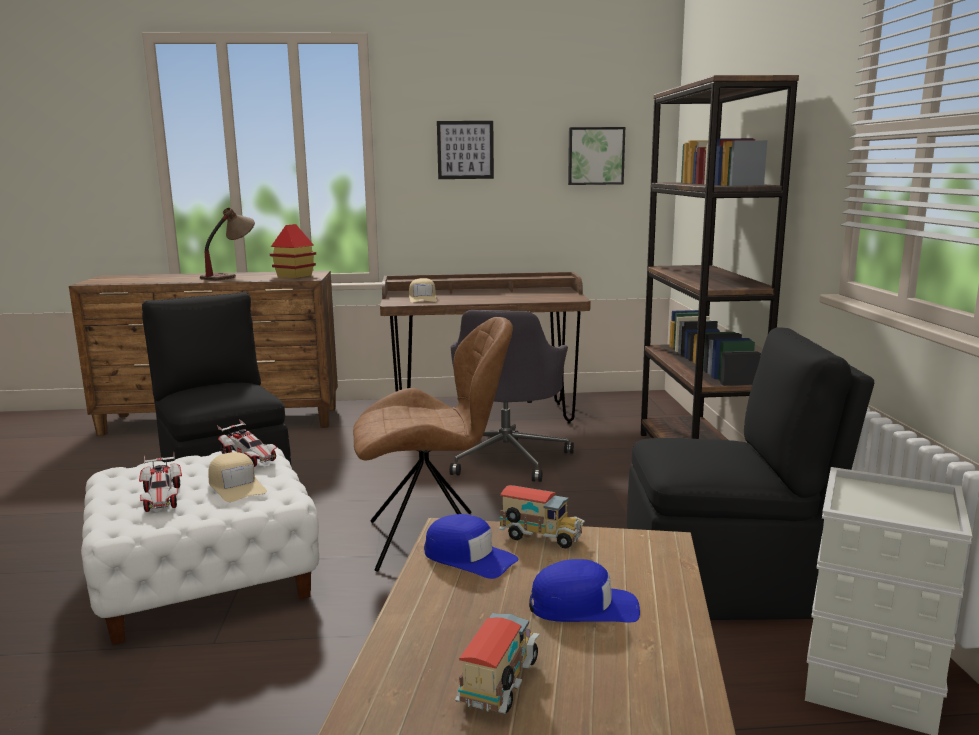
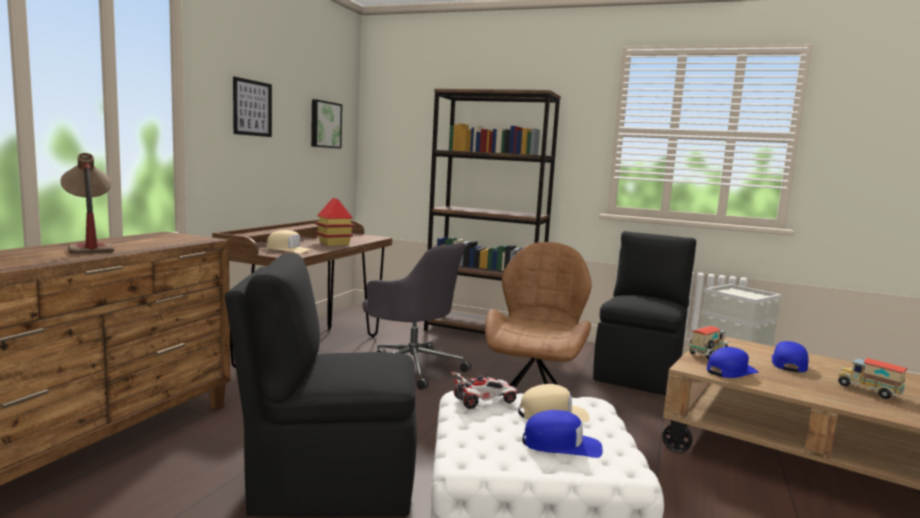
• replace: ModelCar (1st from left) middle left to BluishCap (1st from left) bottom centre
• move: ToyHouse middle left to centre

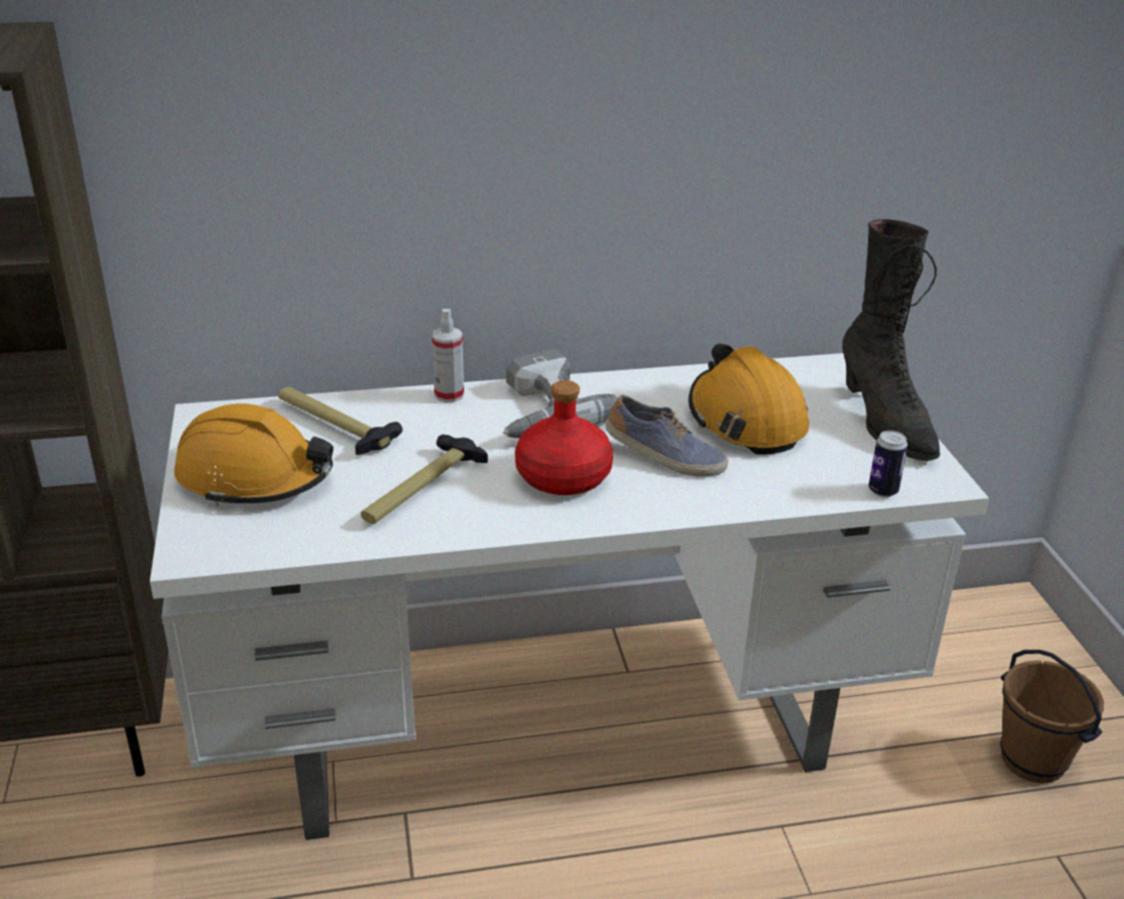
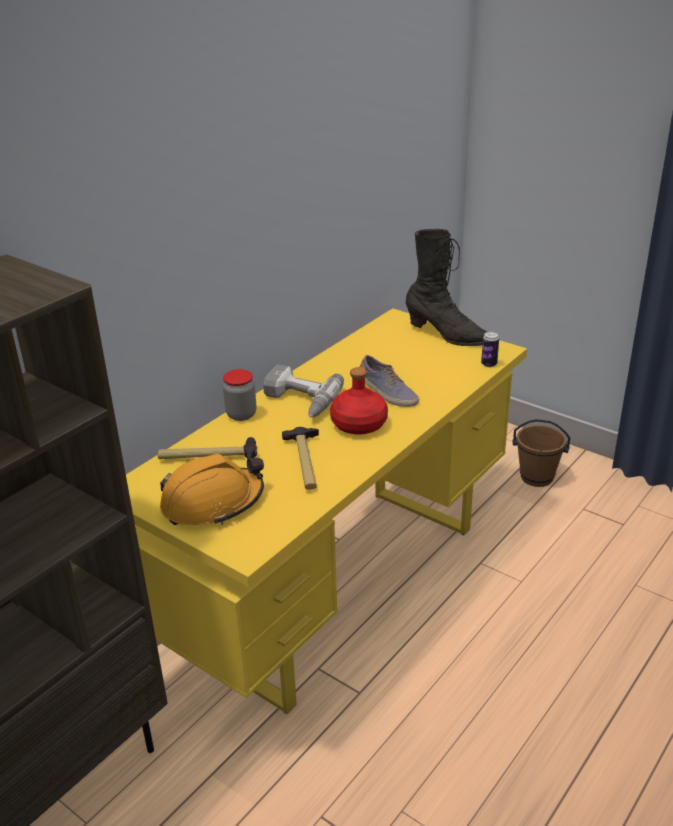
• recolor: WhiteDeskUnit centre to YellowDeskUnit centre
• replace: HandSprayer centre to Jar centre
• rotate: ItemOfFootwear centre = centre 60 degrees clockwise
• delete: OrangeWorkHelmet (2nd from left) centre

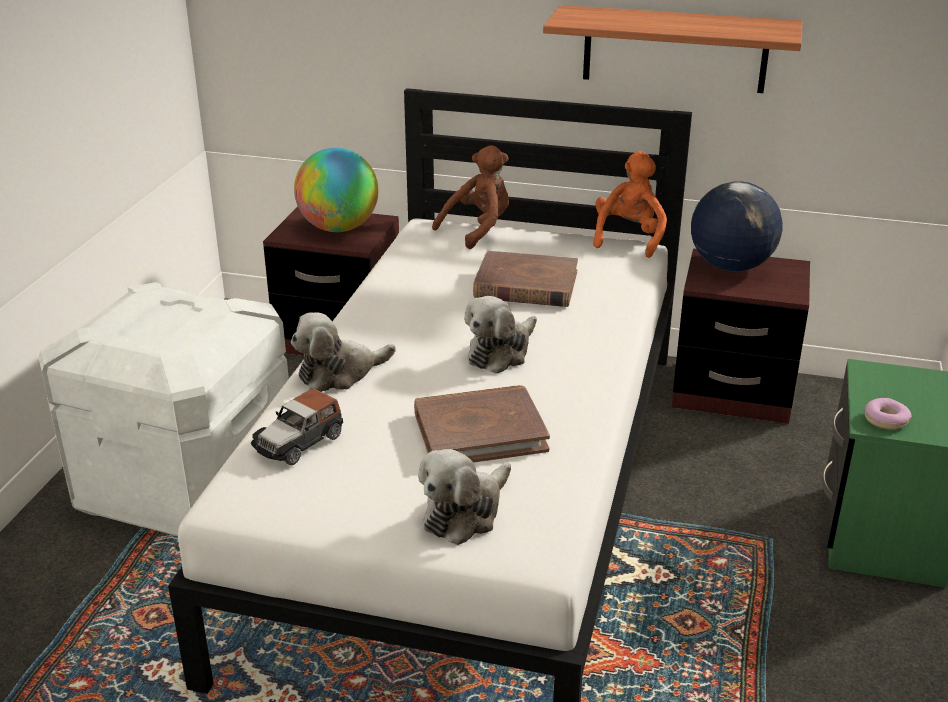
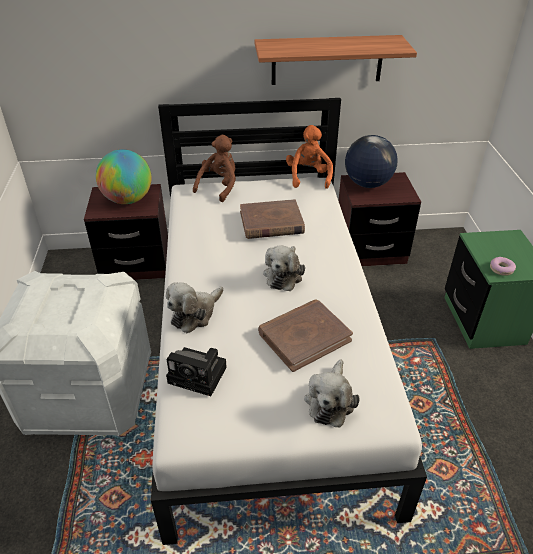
• replace: ModelCar middle left to PhotoCamera bottom centre

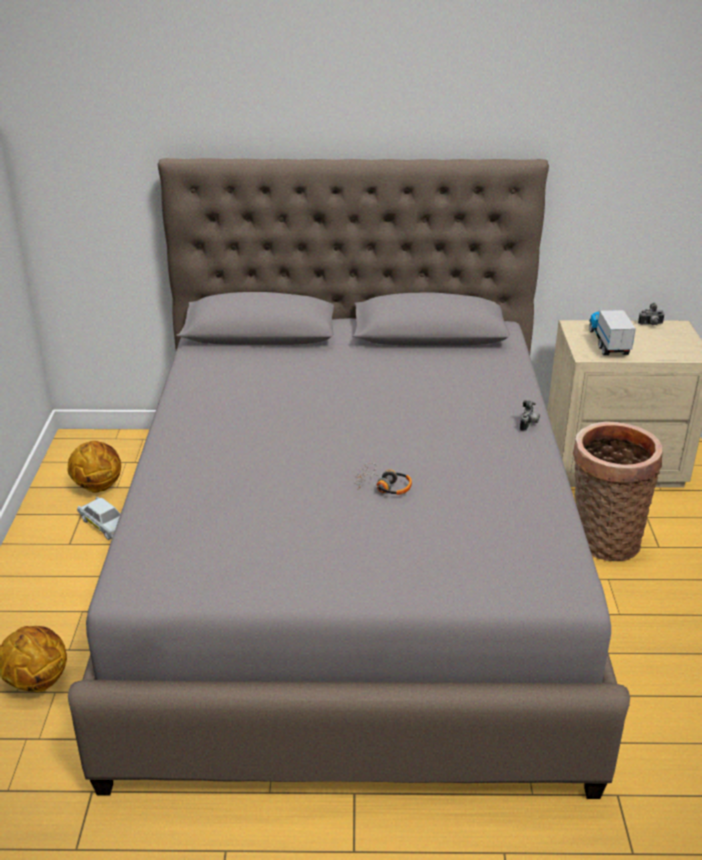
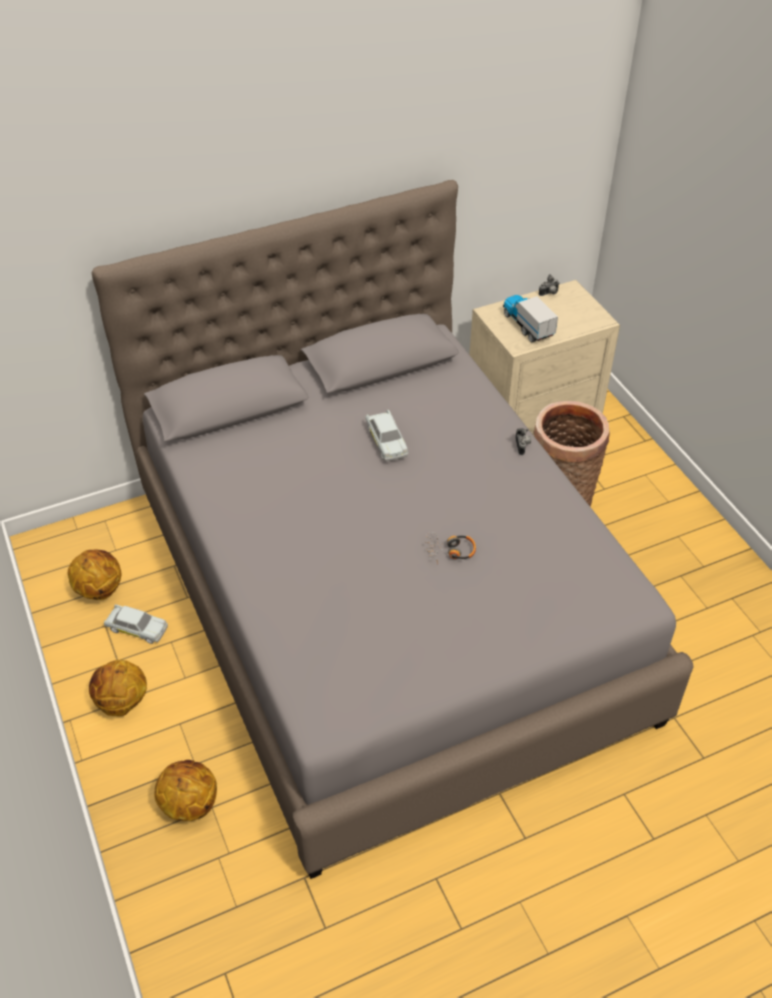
• insert: BallForBasketball (2nd from left) bottom left
• insert: WhiteModelCar (2nd from left) centre

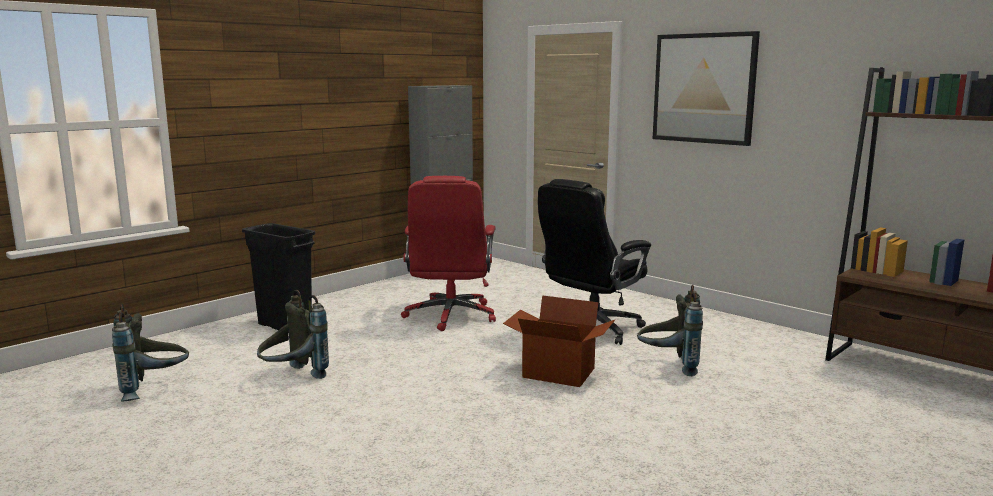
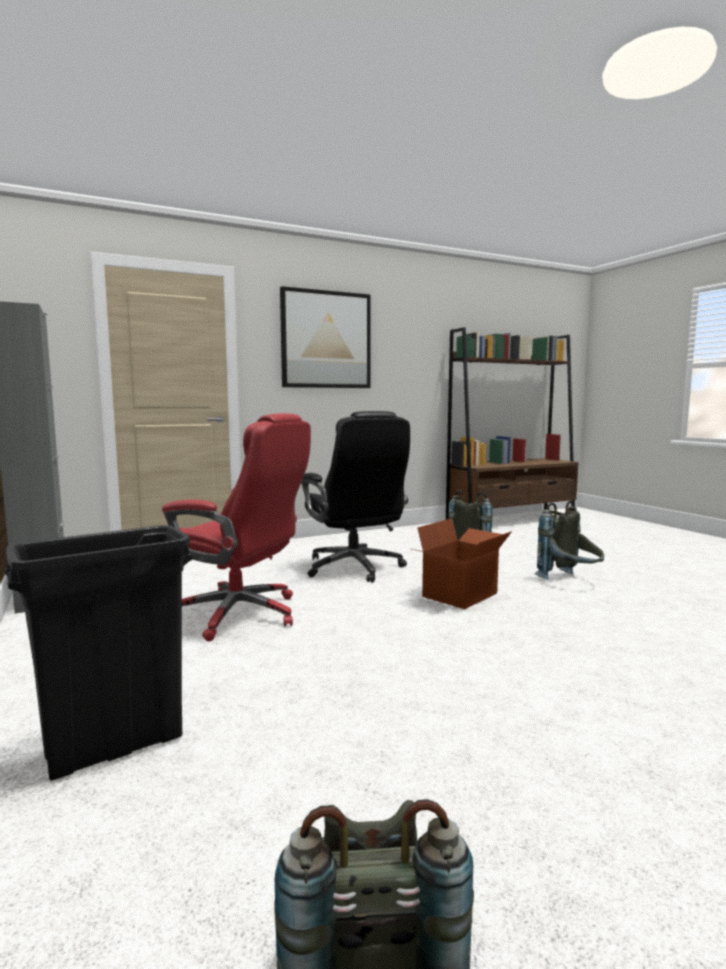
• move: GreyishRucksack (2nd from left in the first image) bottom left to GreyishRucksack (3rd from left) middle right

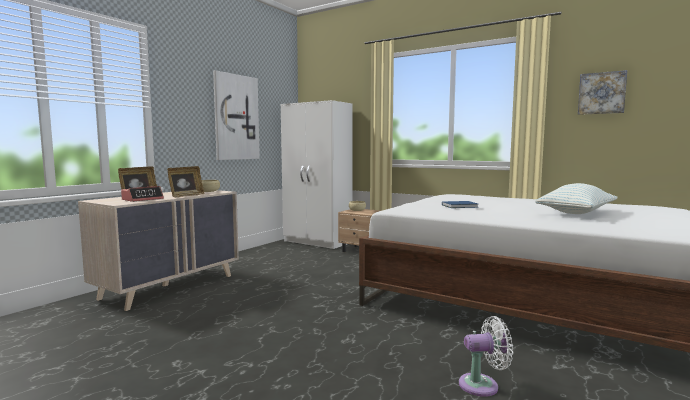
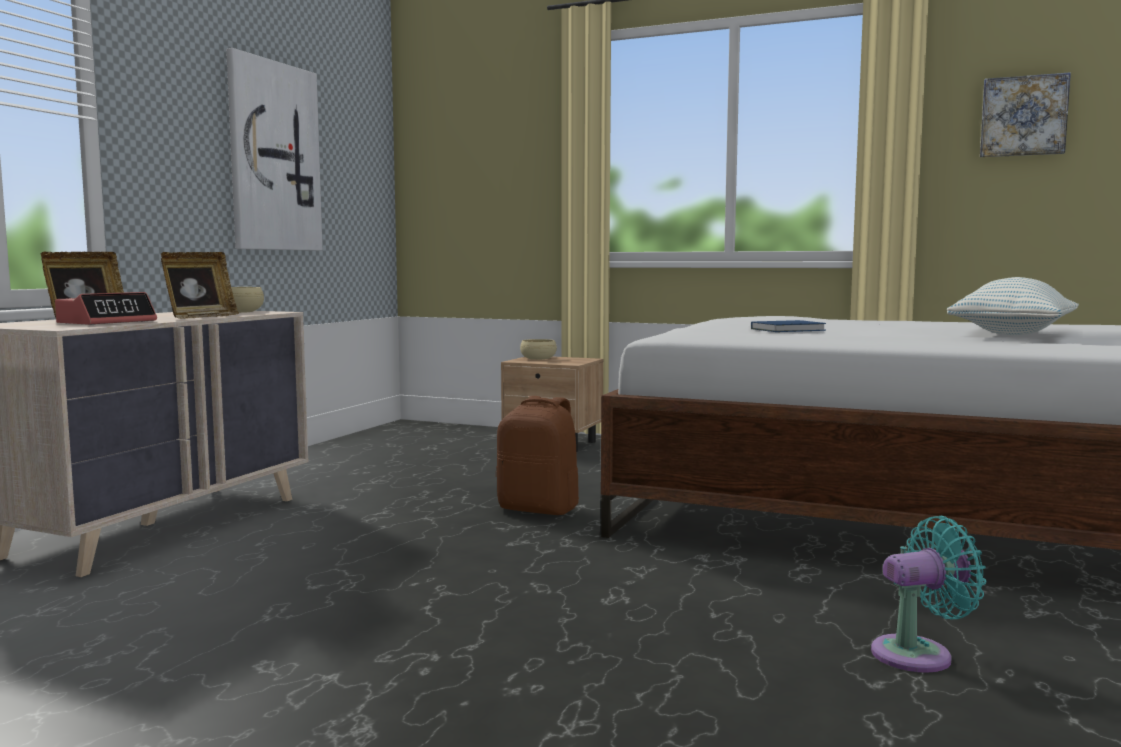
• delete: WhiteClothesCupboard centre
• recolor: WhiteElectricFan bottom right to BlueGreenElectricFan bottom right
• insert: BrownishRucksack centre

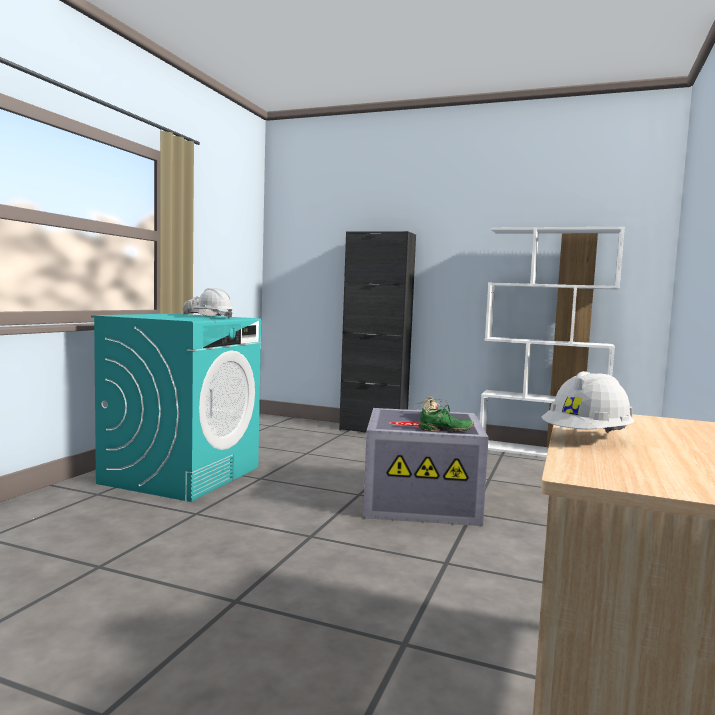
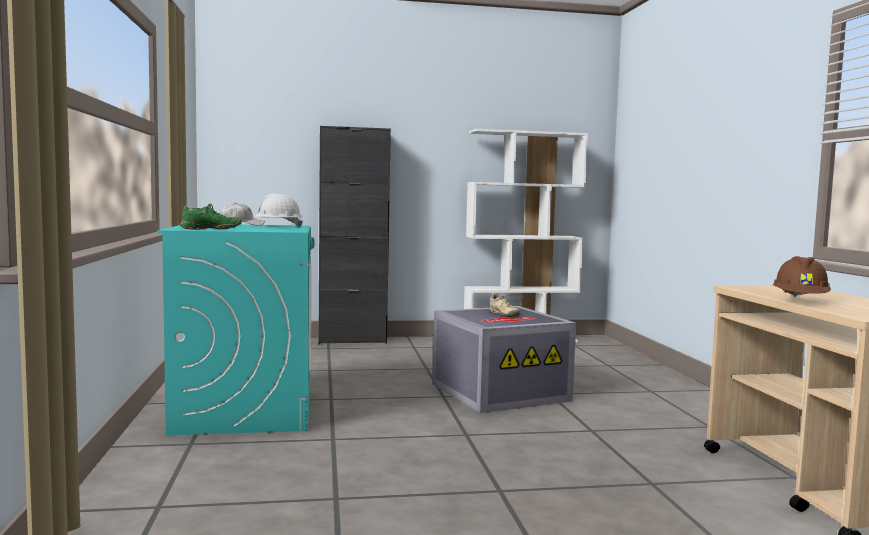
• move: GreenItemOfFootwear centre to middle left
• recolor: WhiteWorkHelmet (2nd from left) middle right to BrownishWorkHelmet middle right

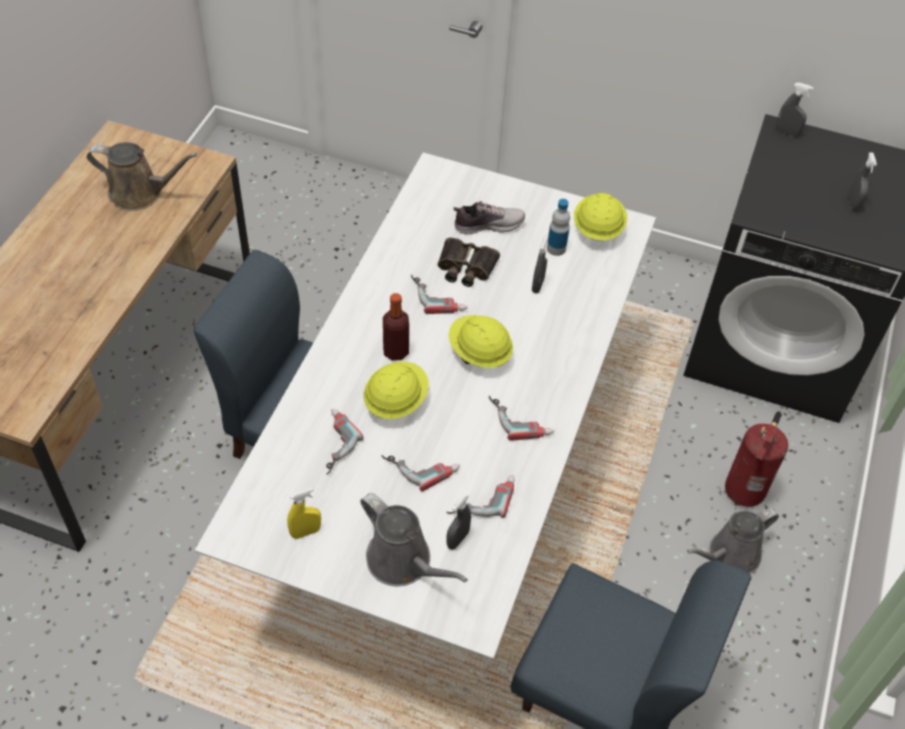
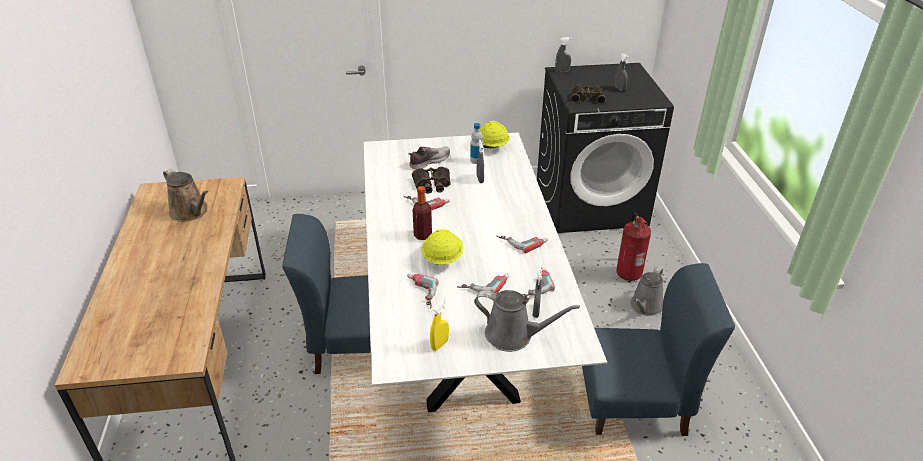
• rotate: BrownishWateringPot top left = middle left 60 degrees clockwise
• delete: YellowWorkHelmet (2nd from left) centre
• insert: PairOfBinoculars (2nd from left) top centre

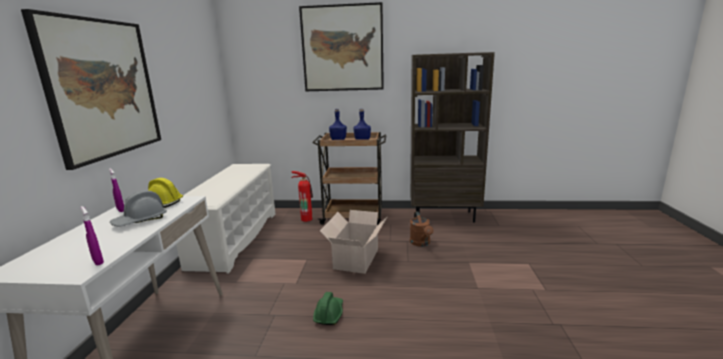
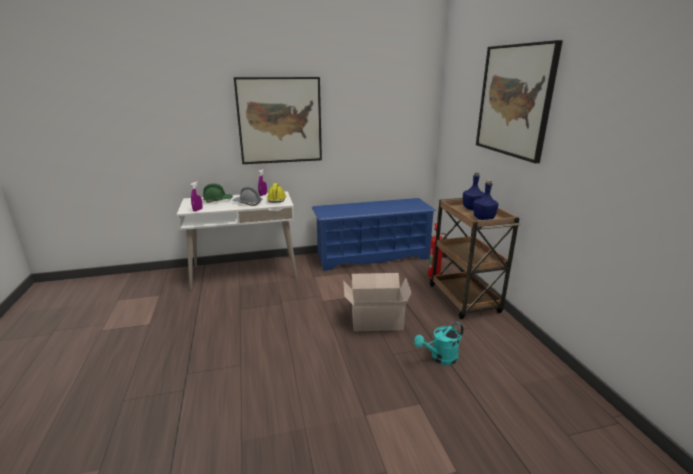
• recolor: WhiteShoeShelf middle left to BluishShoeShelf centre
• move: GreenWorkHelmet bottom centre to middle left
• delete: BrownishBookcase centre
• recolor: BrownishWateringPot centre to BlueGreenWateringPot bottom centre

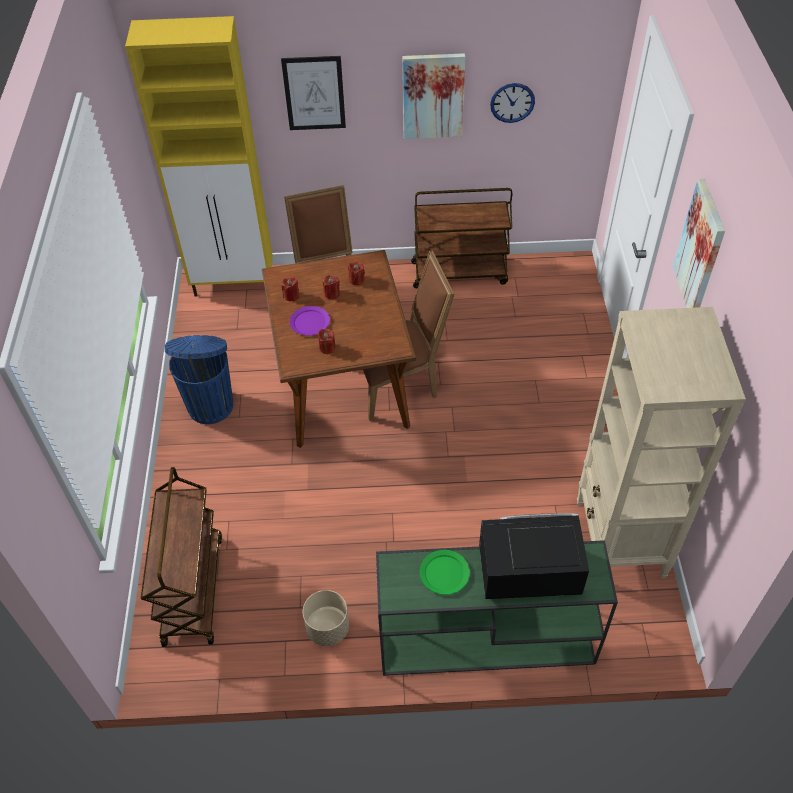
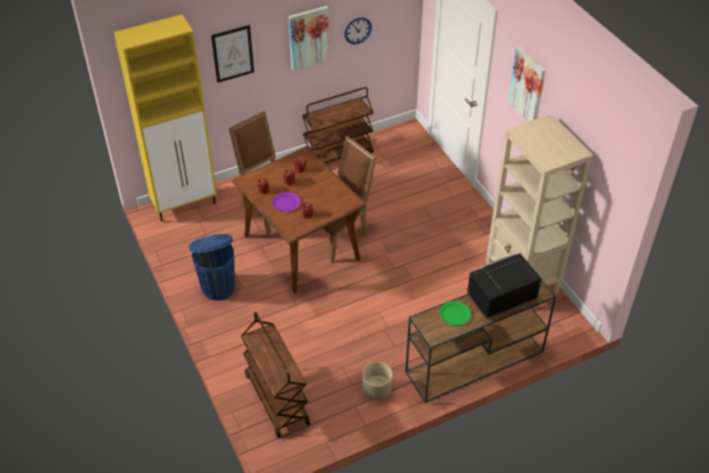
• recolor: GreenConsoleTable bottom centre to BrownishConsoleTable bottom right

